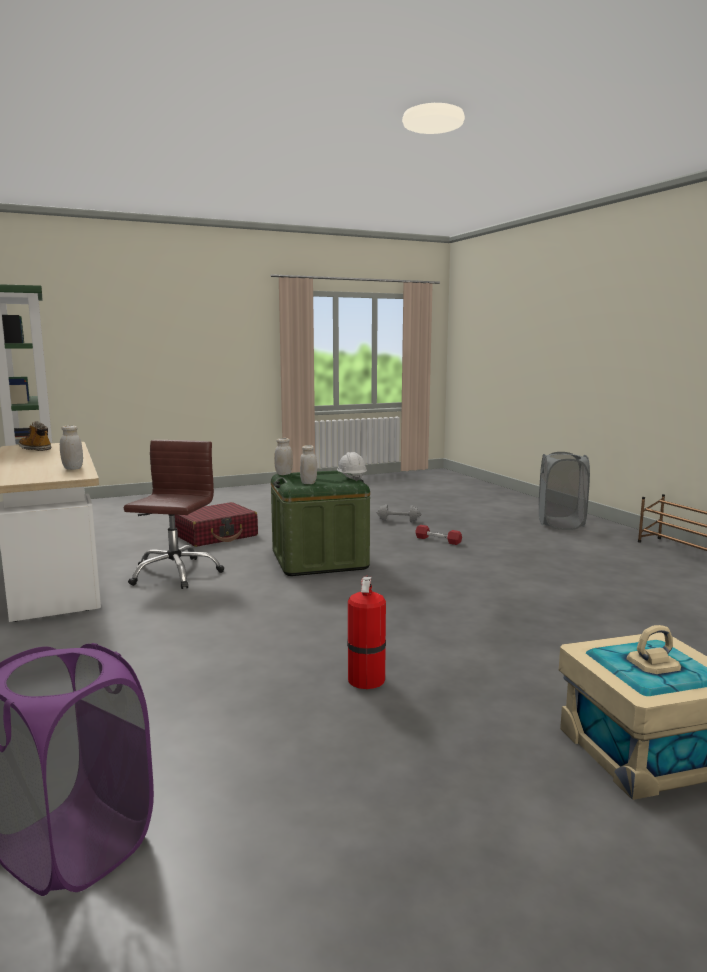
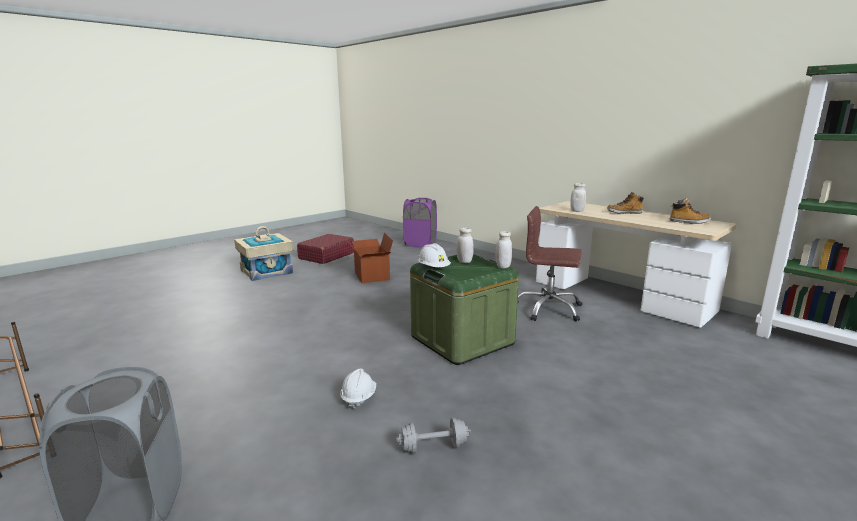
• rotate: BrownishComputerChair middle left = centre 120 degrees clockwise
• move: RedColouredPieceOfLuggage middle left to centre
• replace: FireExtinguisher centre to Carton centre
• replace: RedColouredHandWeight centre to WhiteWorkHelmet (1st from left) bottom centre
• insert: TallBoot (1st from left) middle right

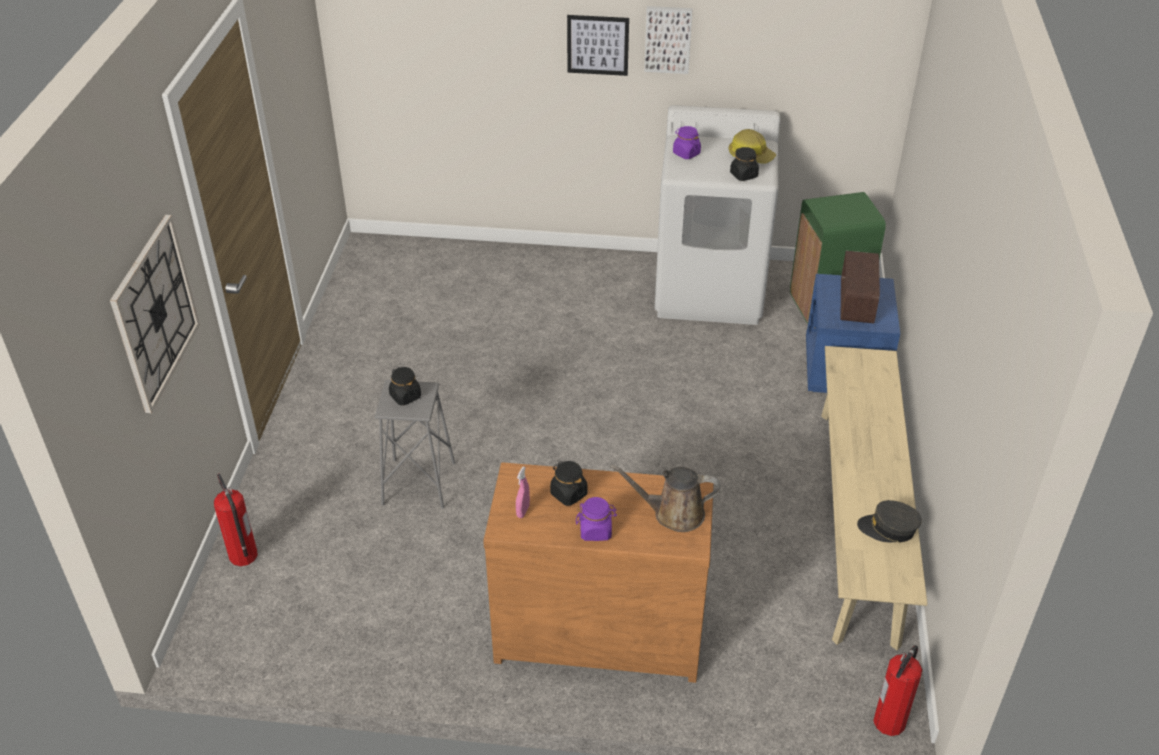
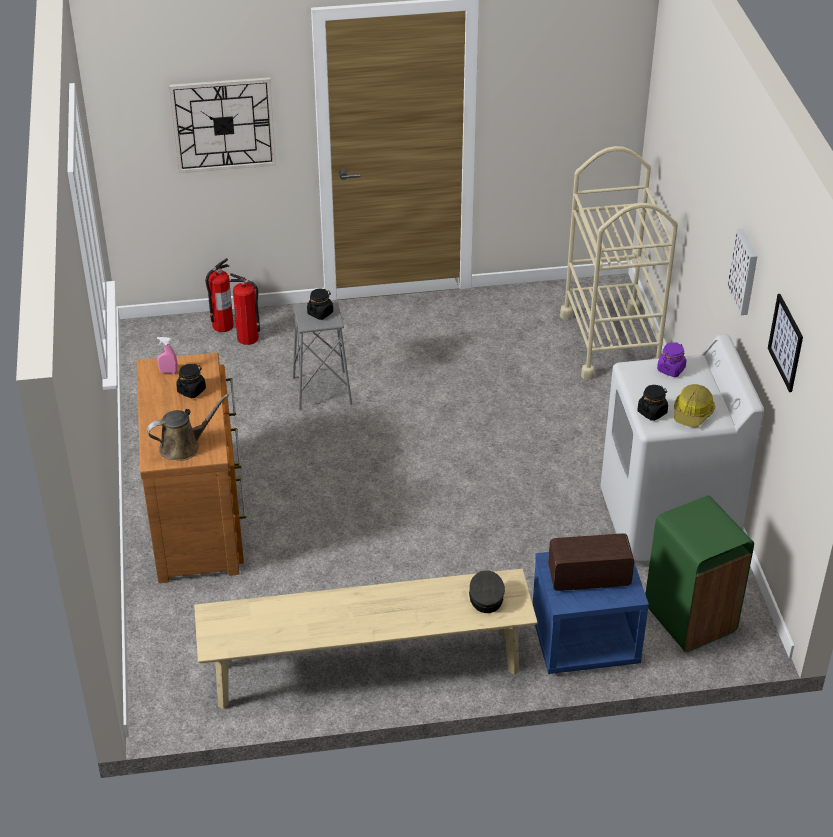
• move: Picture (1st from left in the first image) top centre to Picture (2nd from left) middle right
• delete: PurpleJar (1st from left) bottom centre
• rotate: BrownishWateringPot centre = middle left 75 degrees clockwise
• move: GreyishCap bottom right to bottom centre
• move: FireExtinguisher (2nd from left) bottom right to middle left
• insert: BeigeTrolley top right

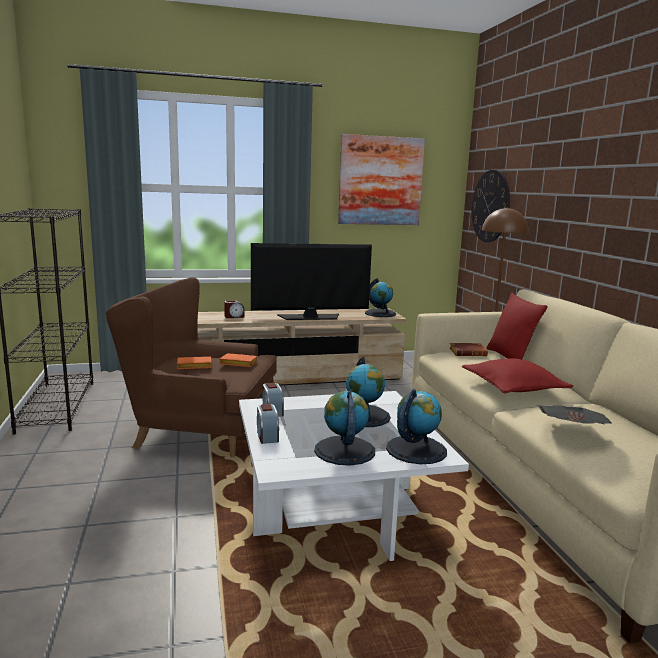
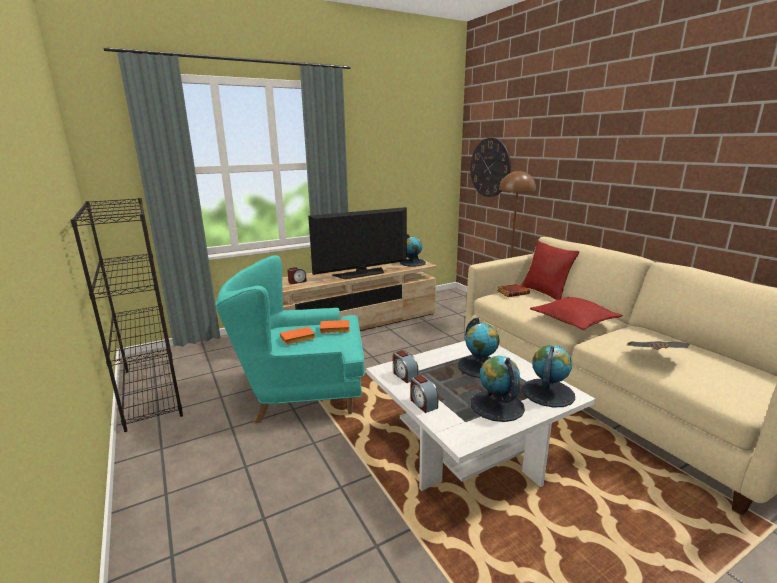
• recolor: BrownishLoungeChair middle left to BlueGreenLoungeChair centre
• delete: Picture top centre

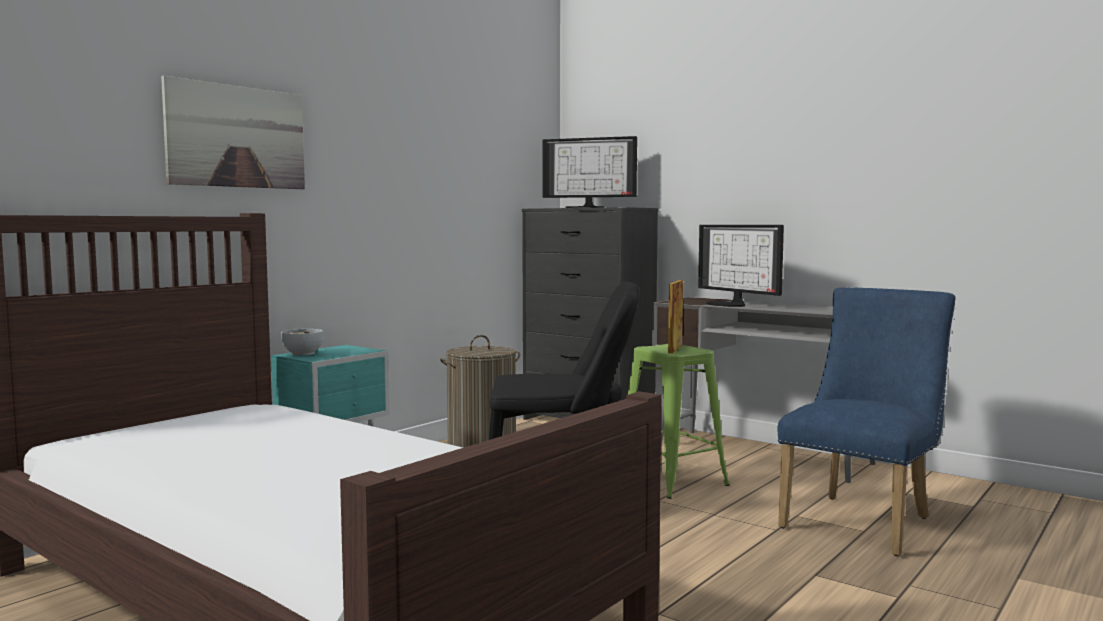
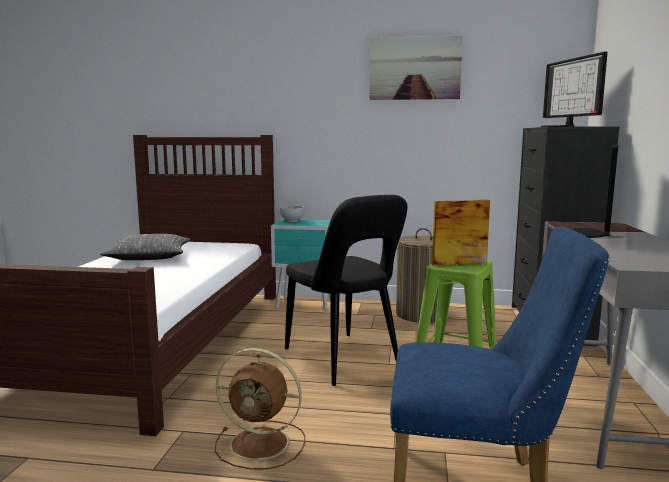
• move: Picture top left to top centre
• insert: GreyishThrowPillow middle left
• insert: BrownishElectricFan bottom centre

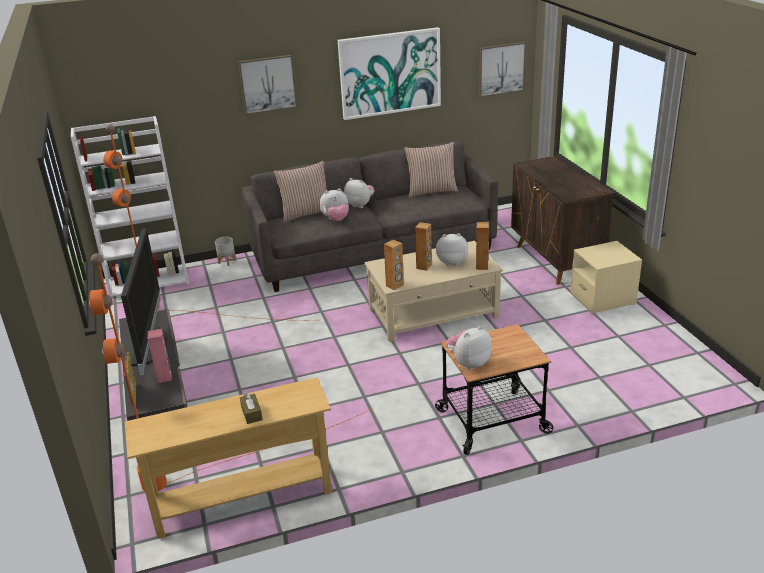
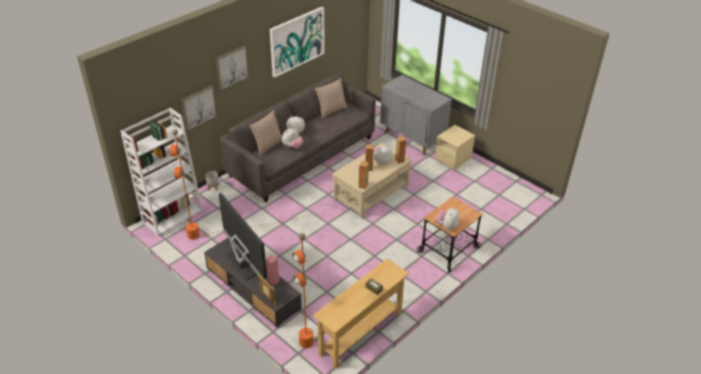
• move: Picture (3rd from left in the first image) top centre to Picture (1st from left) top left
• recolor: BrownishCupboard middle right to GreyishCupboard top centre

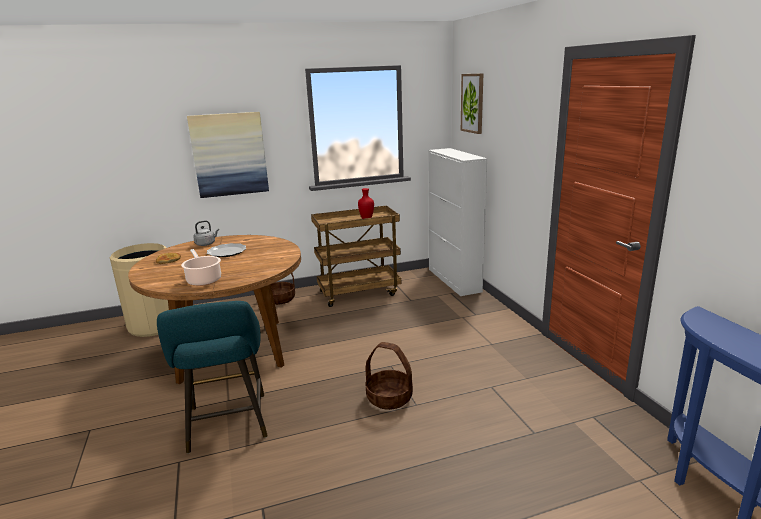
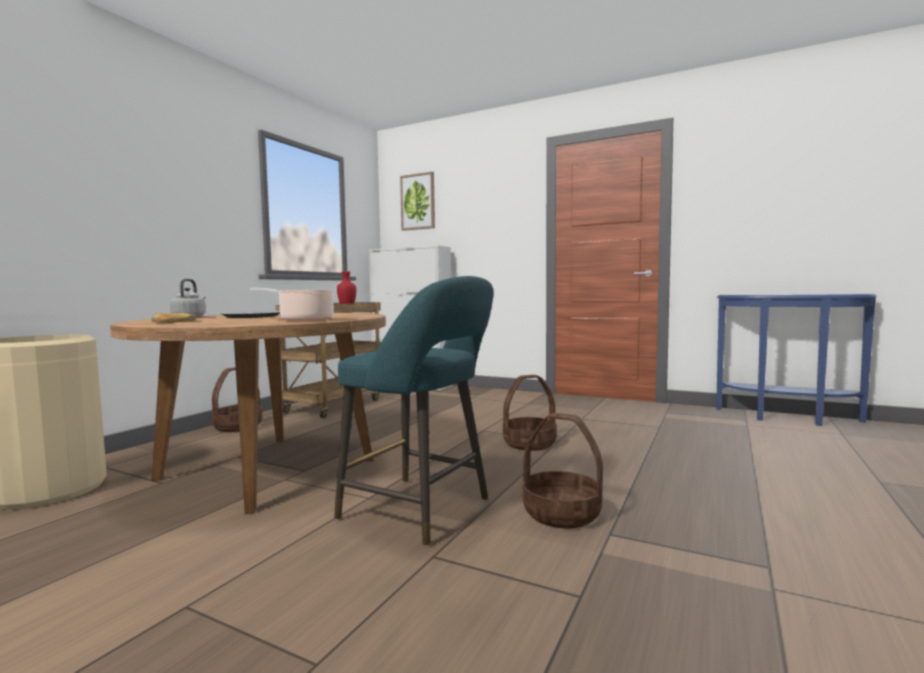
• delete: Picture (1st from left) top left
• insert: HouseholdBasket (3rd from left) bottom centre

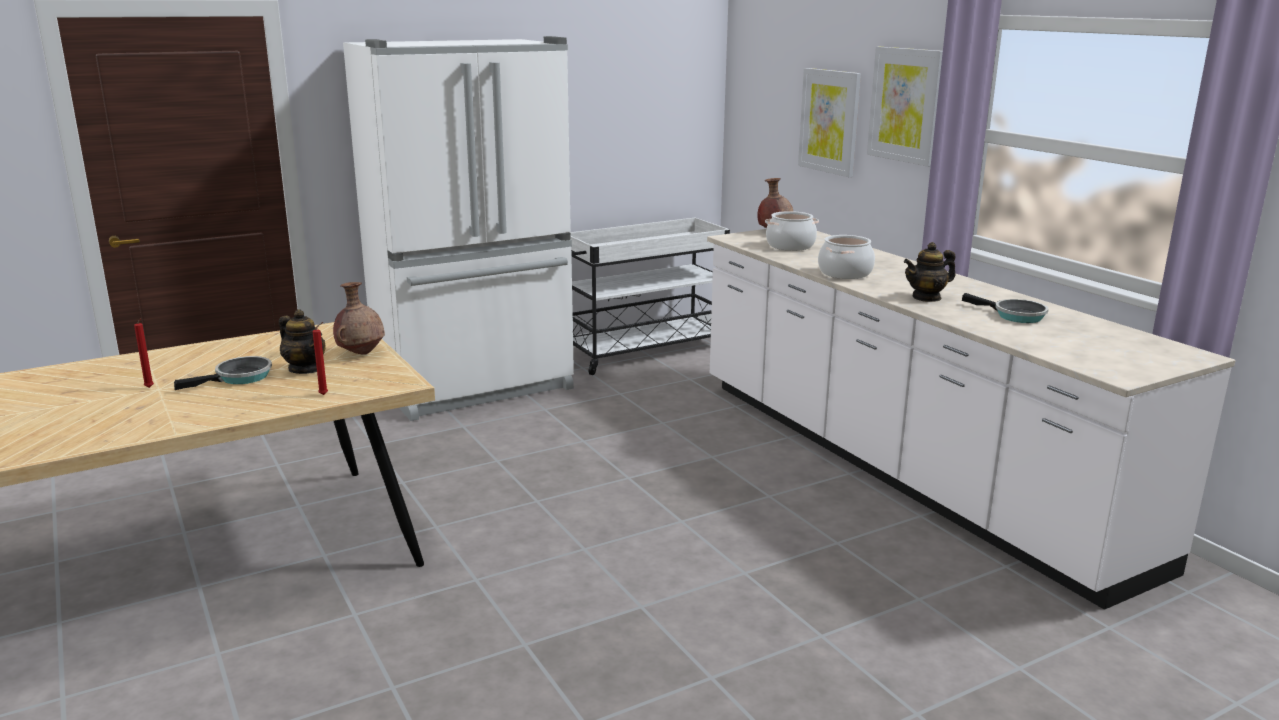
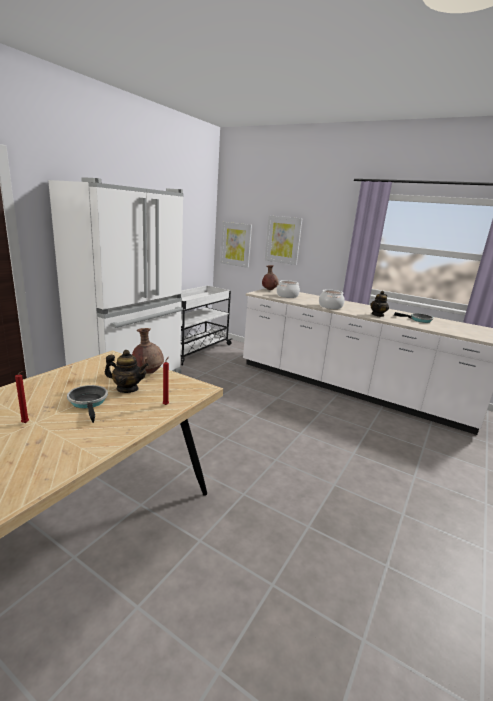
• rotate: FryingPan (1st from left) middle left = middle left 45 degrees counterclockwise
• move: Picture (2nd from left in the first image) top right to Picture (1st from left) centre

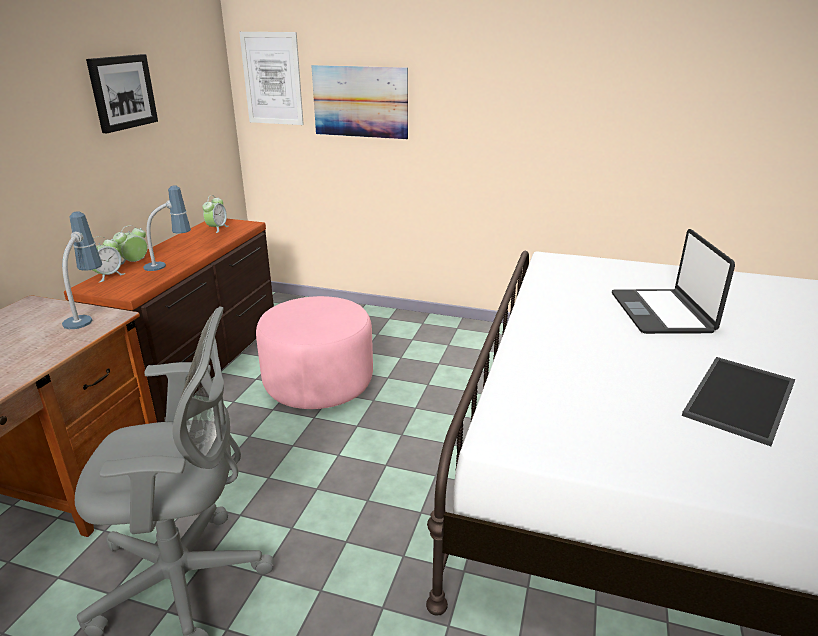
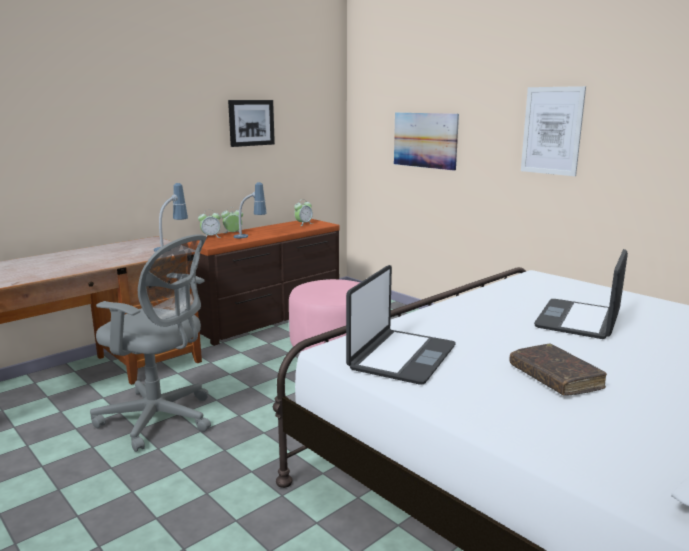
• move: Picture (2nd from left in the first image) top left to Picture (3rd from left) top right
• replace: ServingTray middle right to BrownishVolume bottom right
• insert: NotebookComputer (1st from left) centre

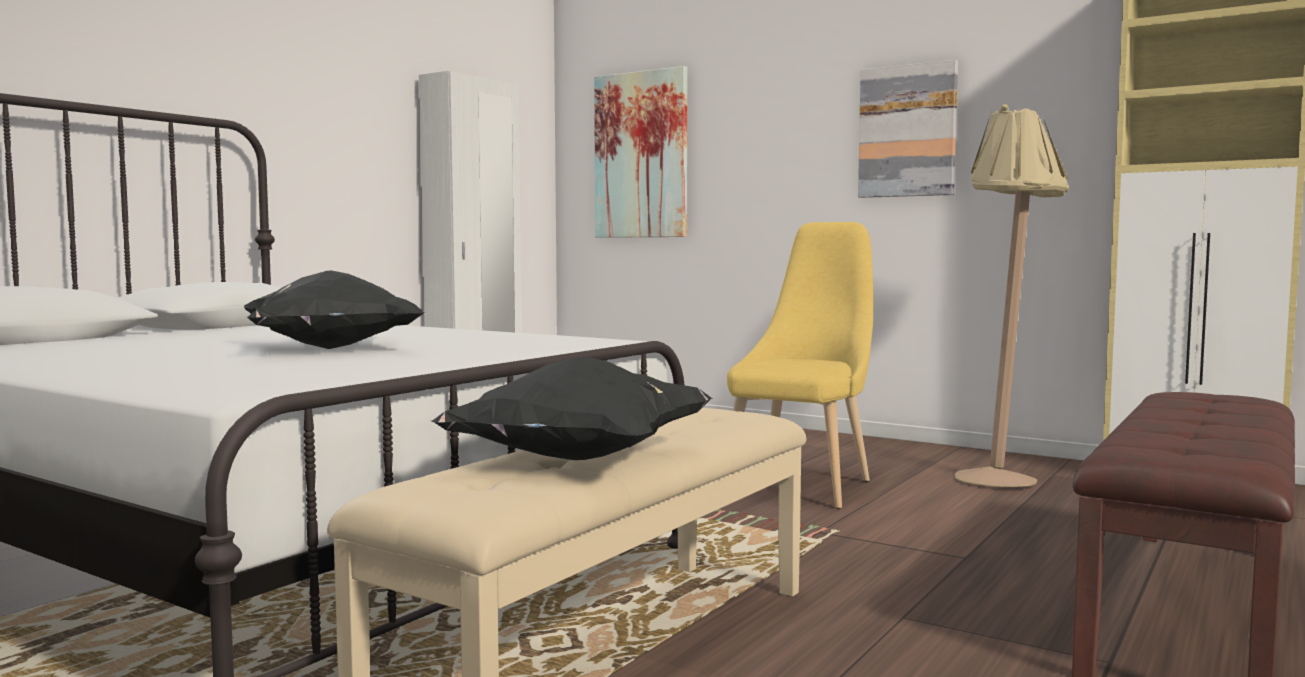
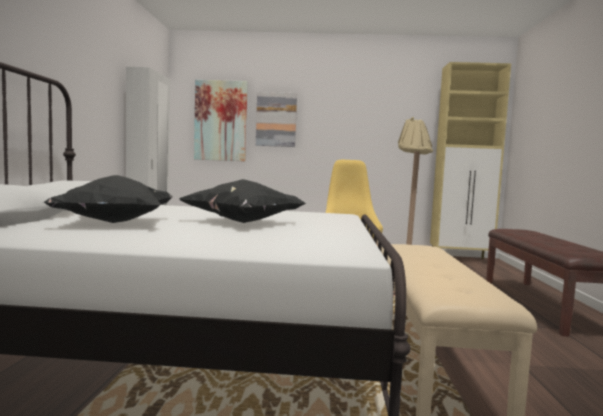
• move: BlackThrowPillow (2nd from left in the first image) centre to BlackThrowPillow (1st from left) middle left
• move: Picture (2nd from left) top right to top centre

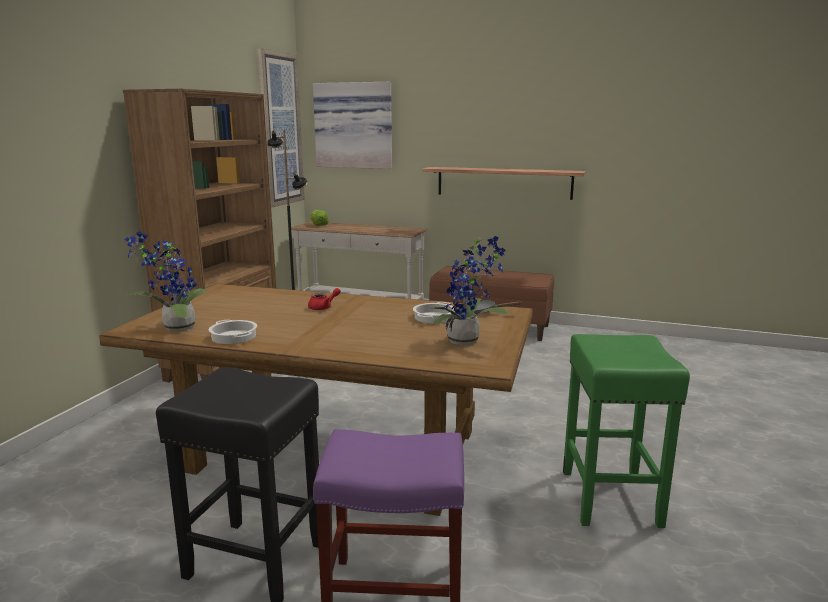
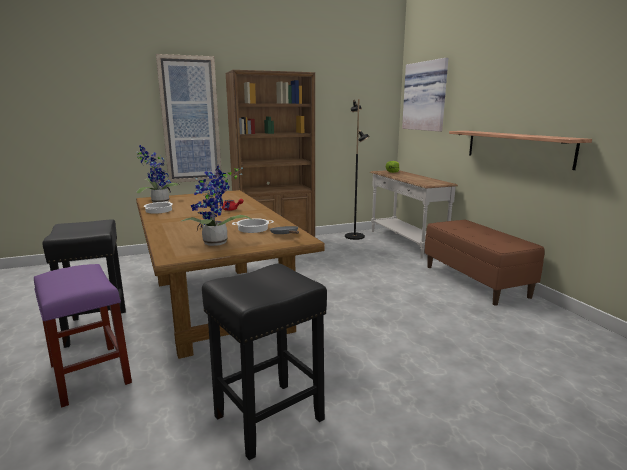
• move: Picture (1st from left) top centre to top left
• recolor: GreenStool bottom right to BlackStool (2nd from left) bottom centre

